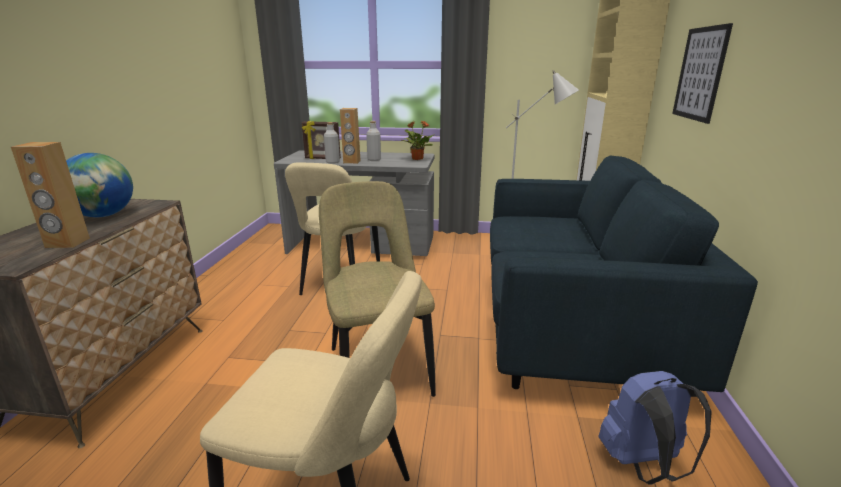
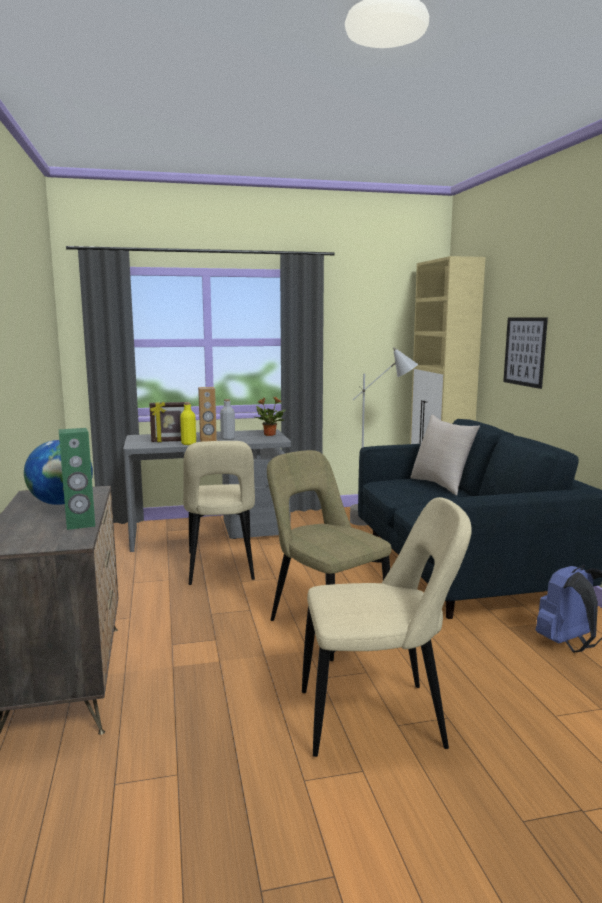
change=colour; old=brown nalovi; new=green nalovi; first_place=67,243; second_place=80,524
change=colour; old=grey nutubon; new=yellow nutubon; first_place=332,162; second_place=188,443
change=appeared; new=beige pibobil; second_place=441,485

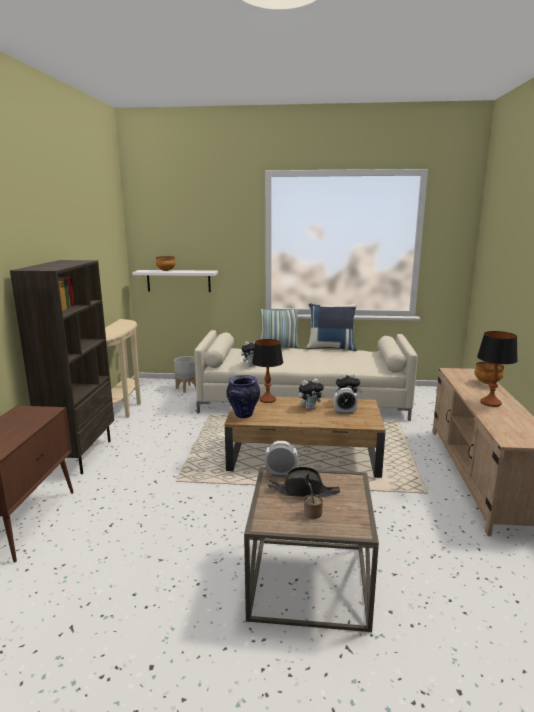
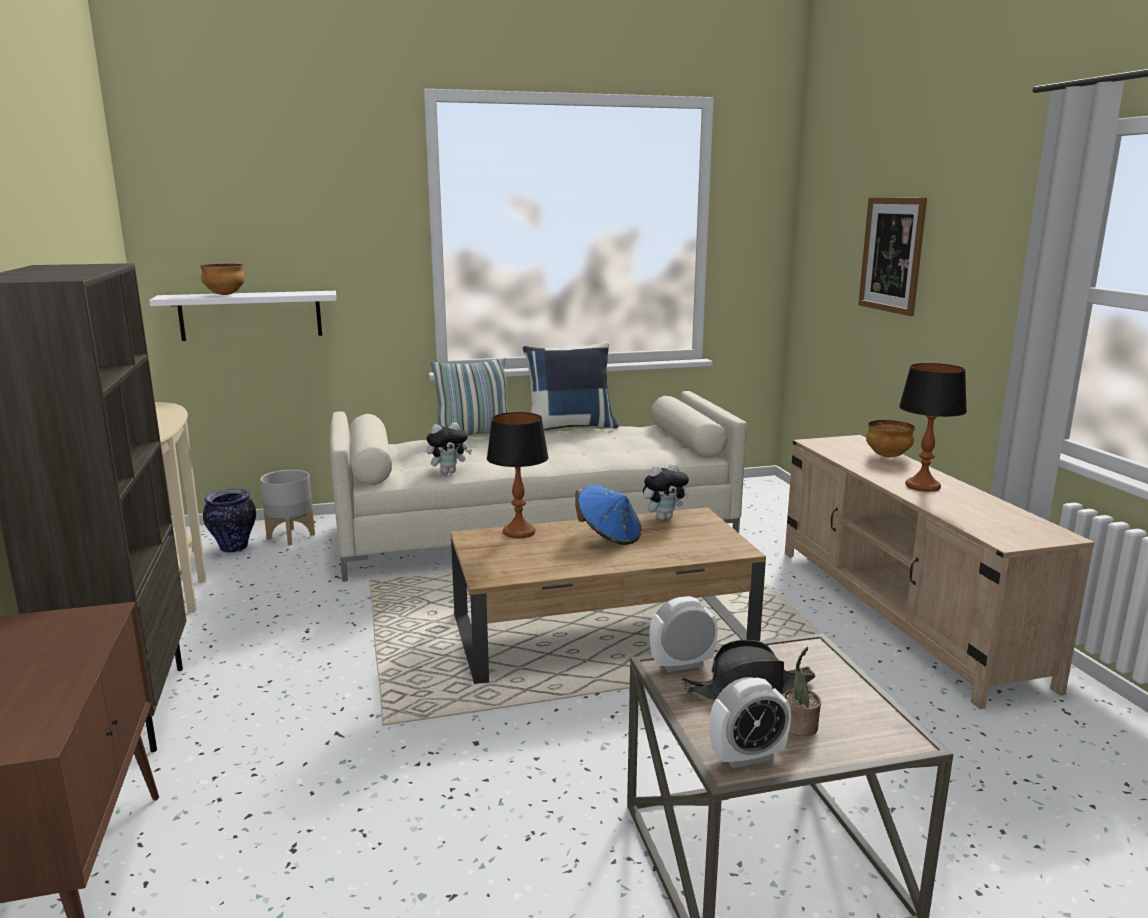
change=relocated; old=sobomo; first_place=243,415; second_place=234,548
change=exchanged; old=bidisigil; new=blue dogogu; first_place=310,408; second_place=609,536
change=relocated; old=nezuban; first_place=345,412; second_place=747,757
change=appeared; new=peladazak; second_place=892,255

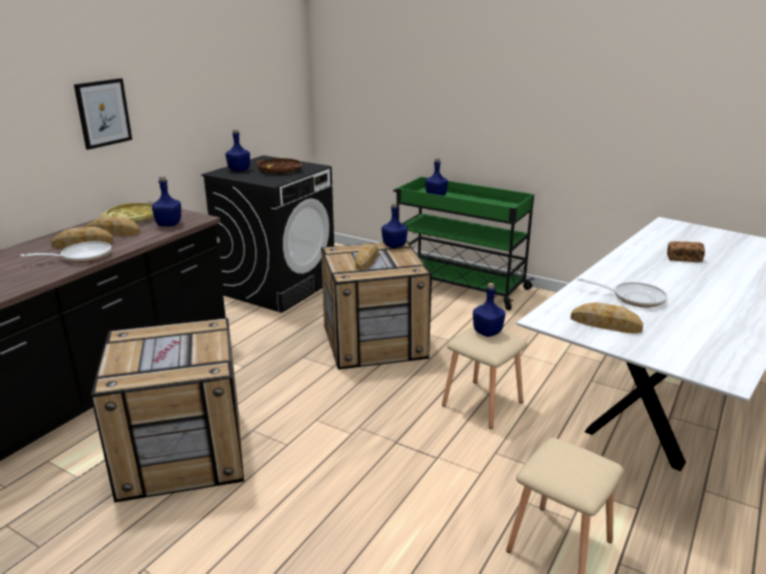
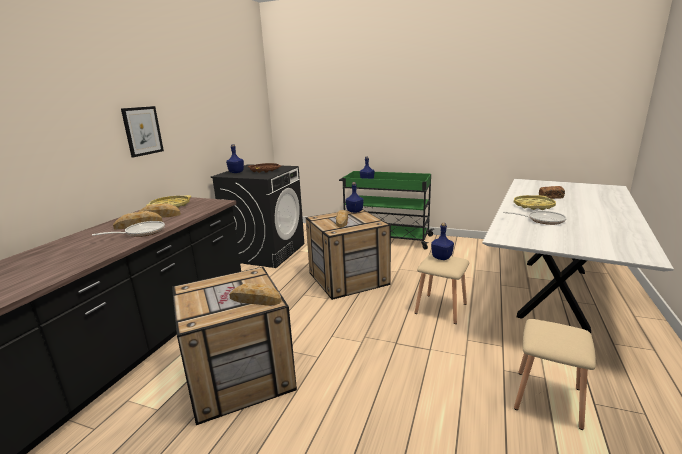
change=relocated; old=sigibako; first_place=605,324; second_place=255,299
change=appeared; new=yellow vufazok; second_place=533,206
change=missing; old=blue nutubon; first_place=169,224

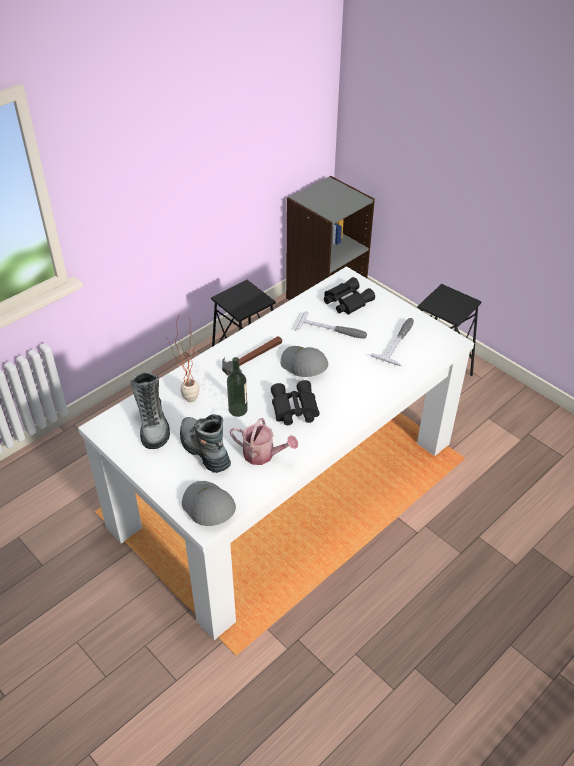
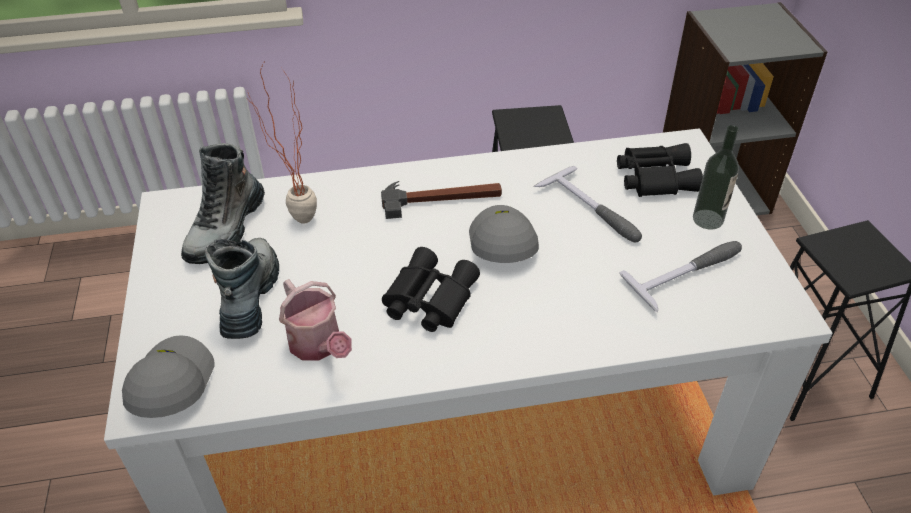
change=relocated; old=nutubon; first_place=238,410; second_place=708,219

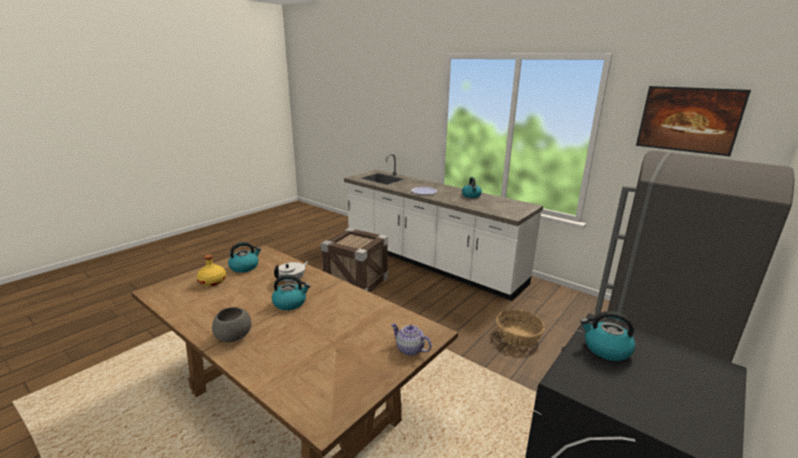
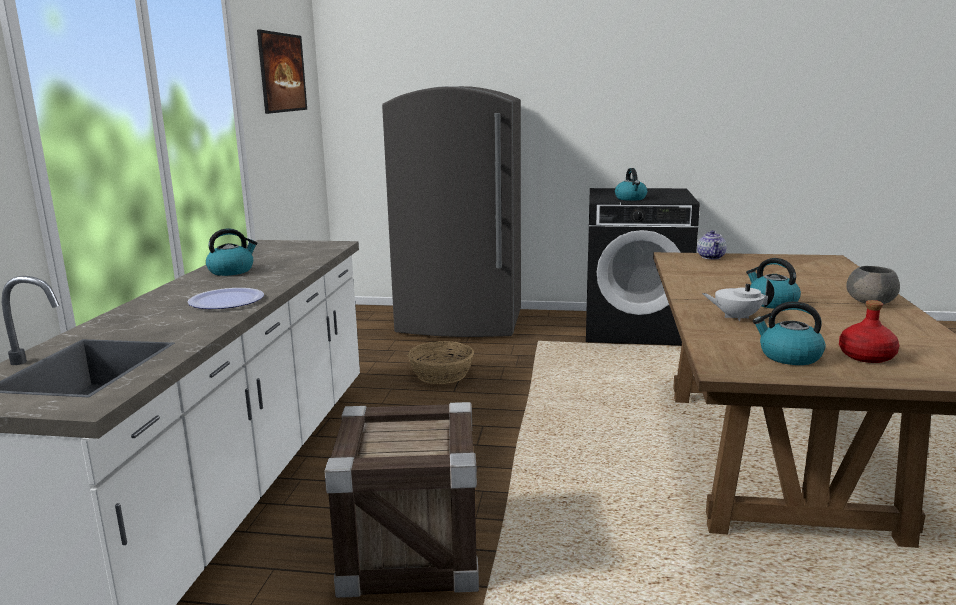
change=colour; old=yellow nutubon; new=red nutubon; first_place=213,281; second_place=865,356

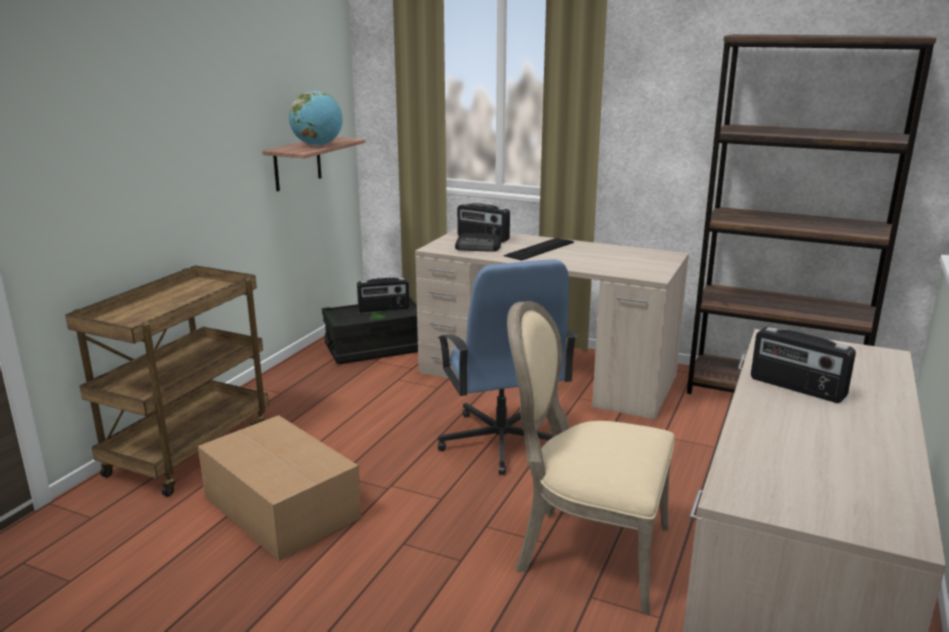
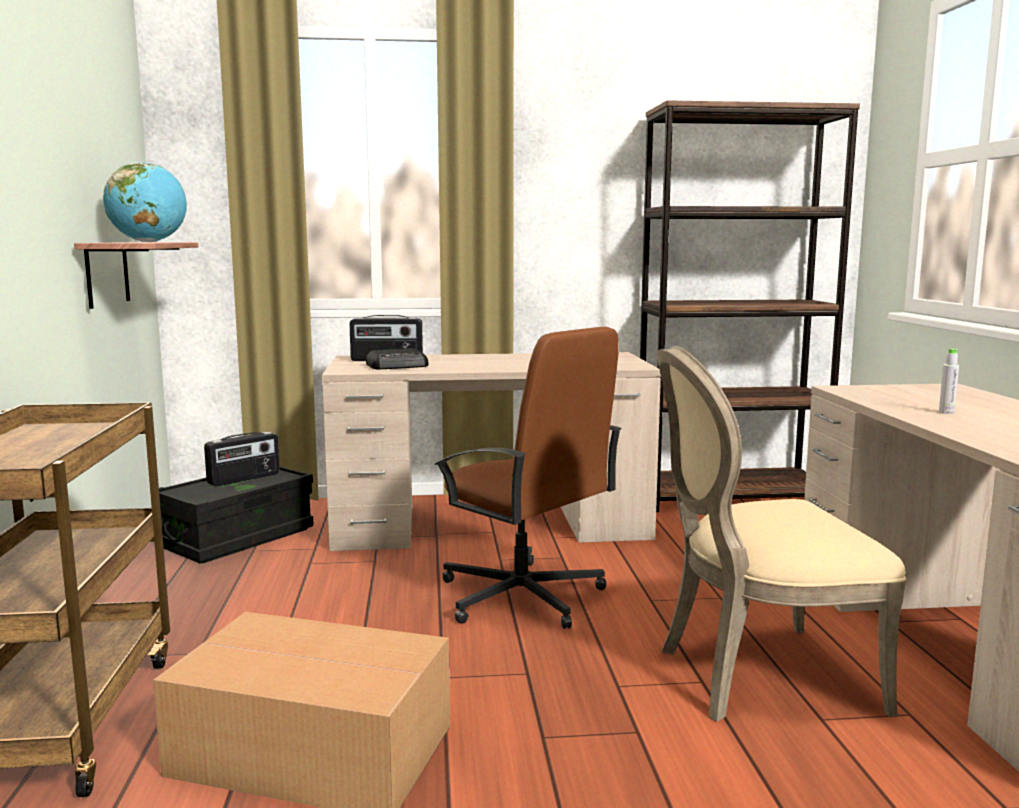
change=colour; old=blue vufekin; new=brown vufekin; first_place=500,442; second_place=522,597
change=exchanged; old=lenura; new=grey nutubon; first_place=796,388; second_place=946,412
change=missing; old=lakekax; first_place=539,249

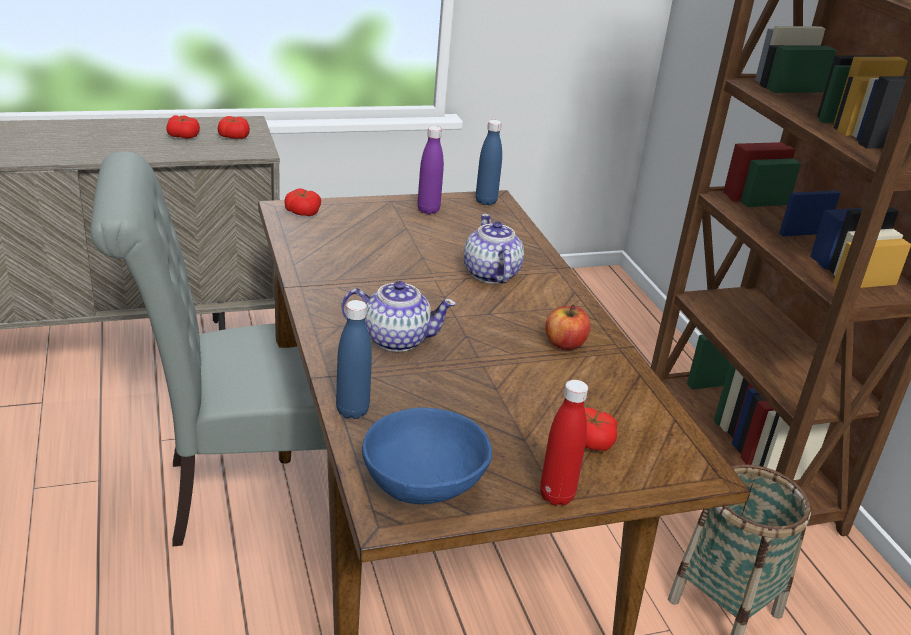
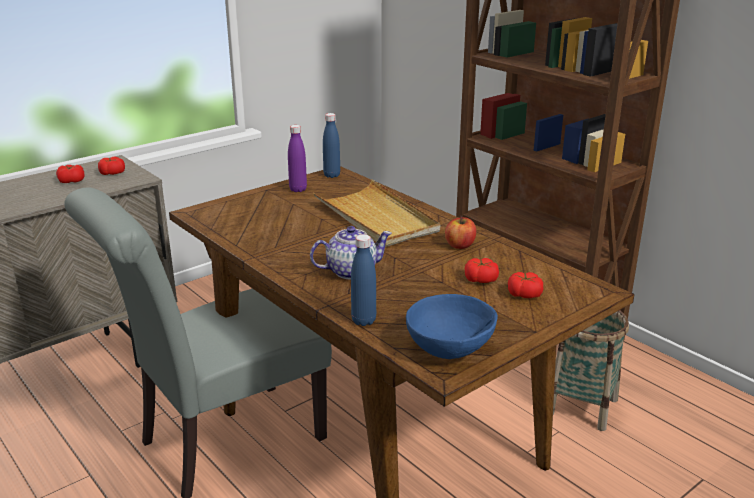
change=exchanged; old=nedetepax; new=beige vufazok; first_place=490,274; second_place=376,218
change=relocated; old=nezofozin; first_place=302,212; second_place=481,279
change=missing; old=red nutubon; first_place=556,496

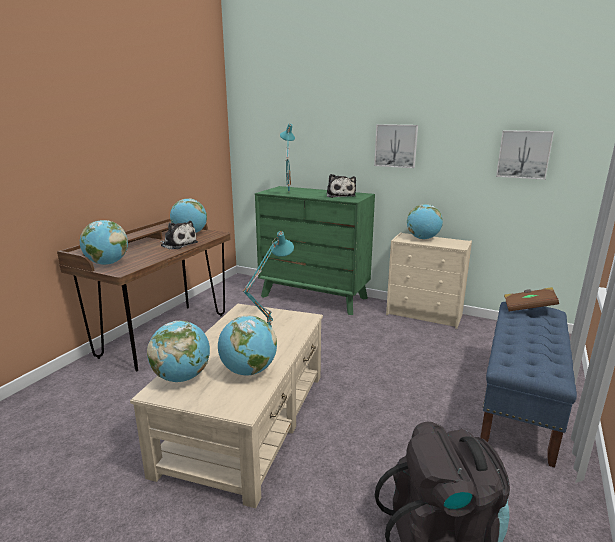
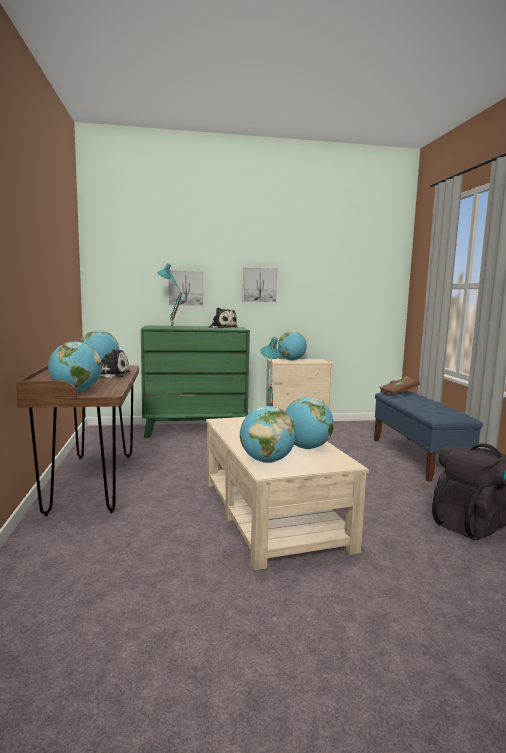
change=relocated; old=peladazak; first_place=524,154; second_place=186,288

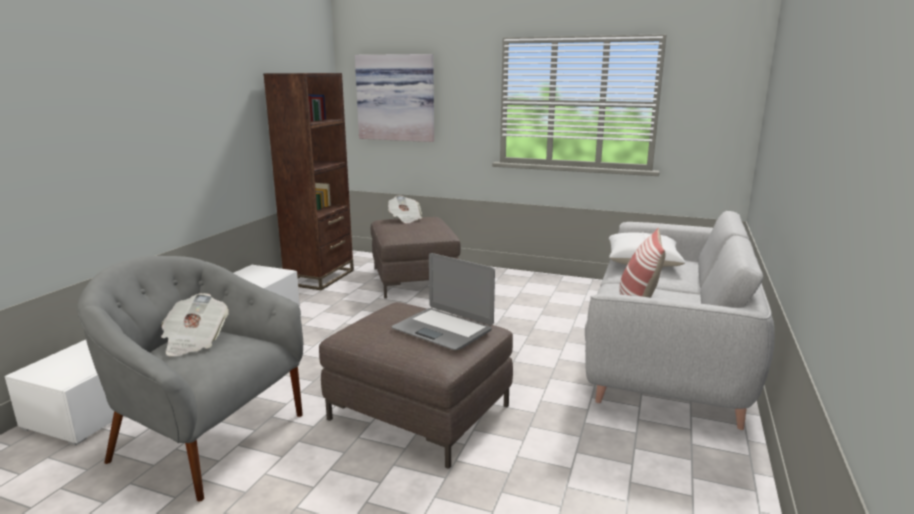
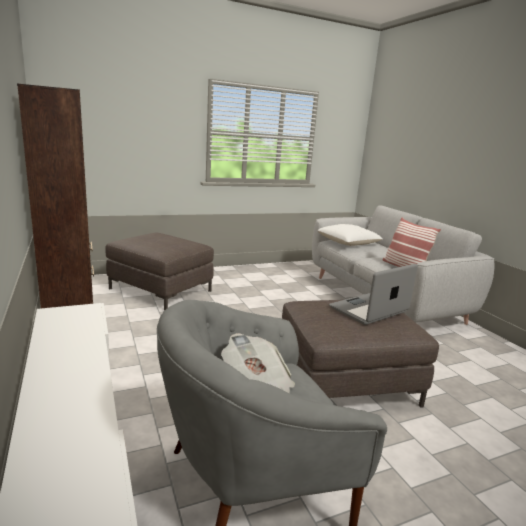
change=spun; old=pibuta; first_place=443,329; second_place=369,310; degrees=150
change=missing; old=peladazak; first_place=396,98
change=missing; old=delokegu; first_place=405,219

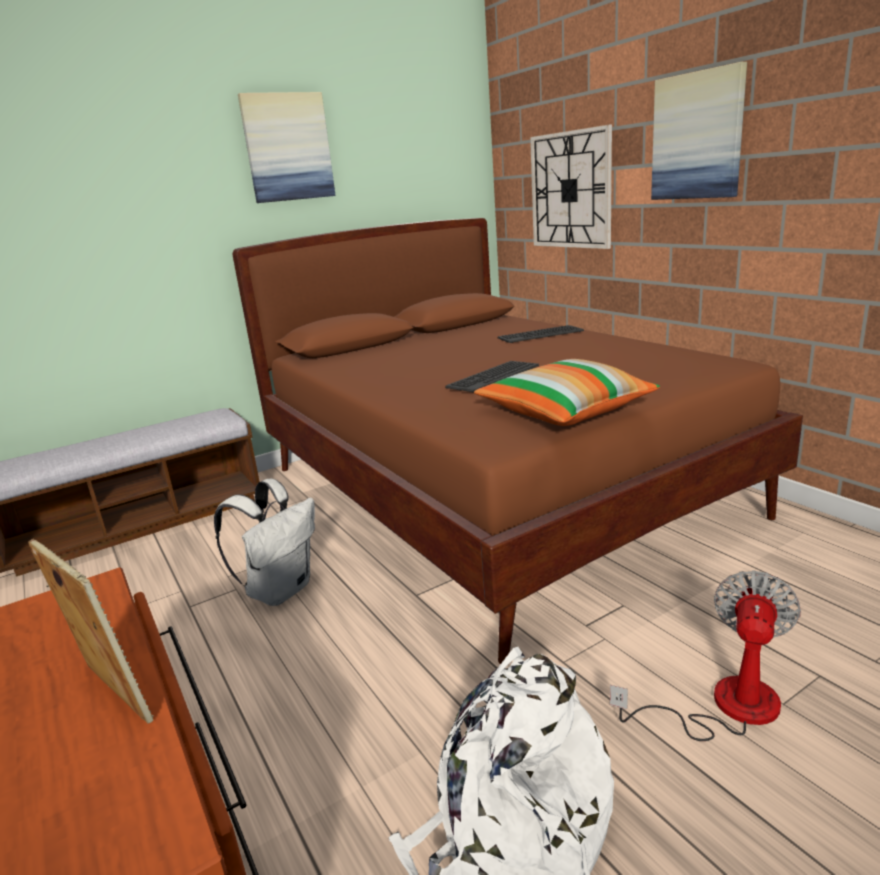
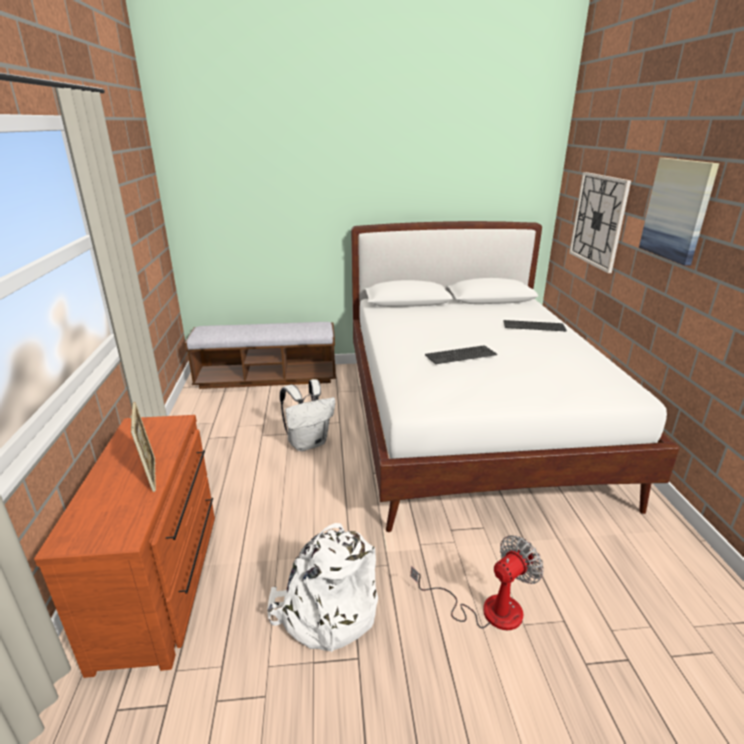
change=colour; old=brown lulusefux; new=white lulusefux; first_place=494,490; second_place=470,423
change=missing; old=peladazak; first_place=287,148
change=missing; old=pibobil; first_place=565,412

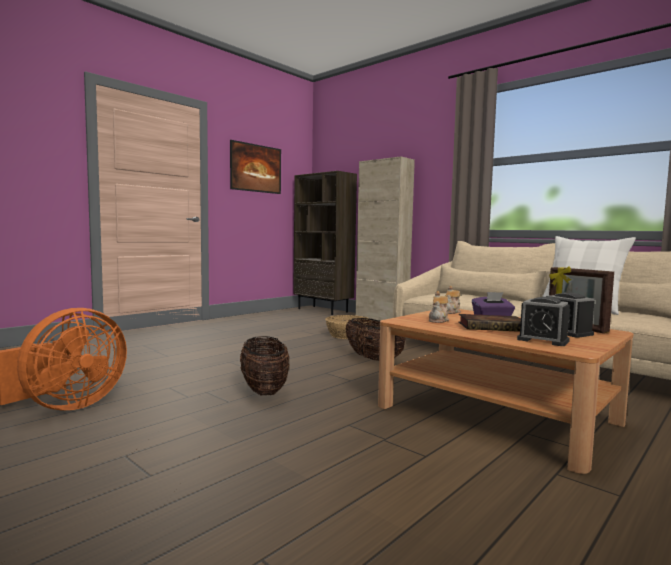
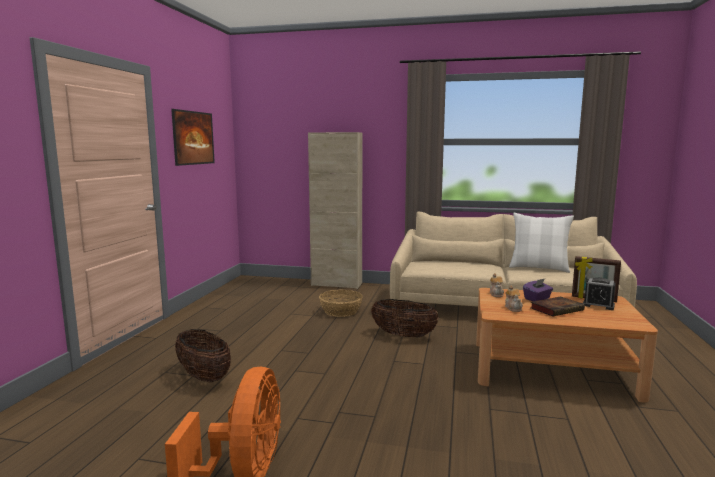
change=relocated; old=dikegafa; first_place=264,390; second_place=204,376
change=missing; old=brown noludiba; first_place=323,310
change=missing; old=nezuban; first_place=543,340

